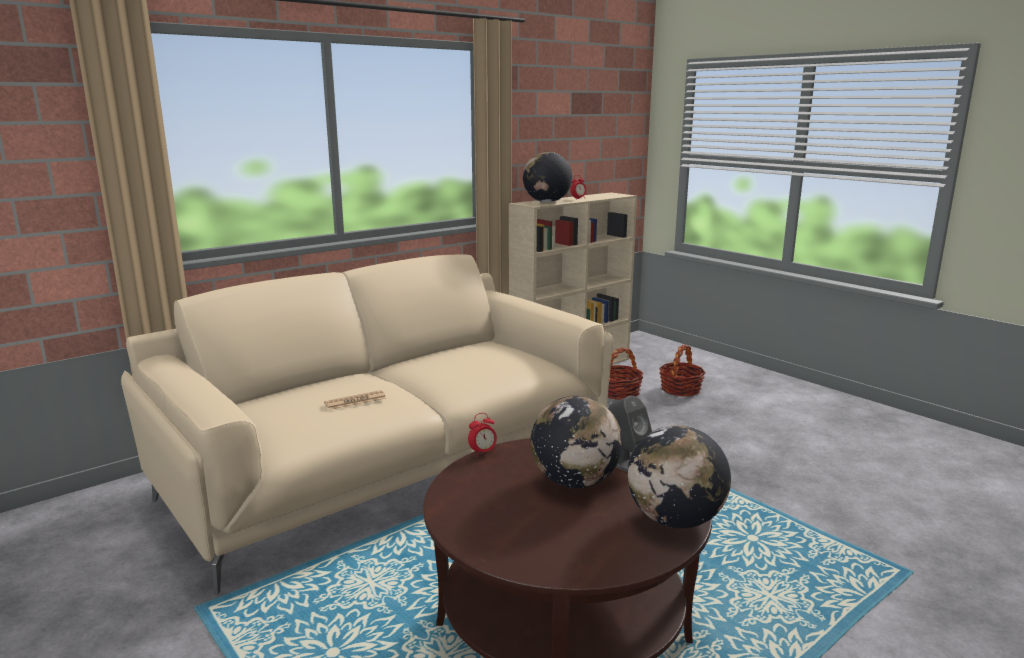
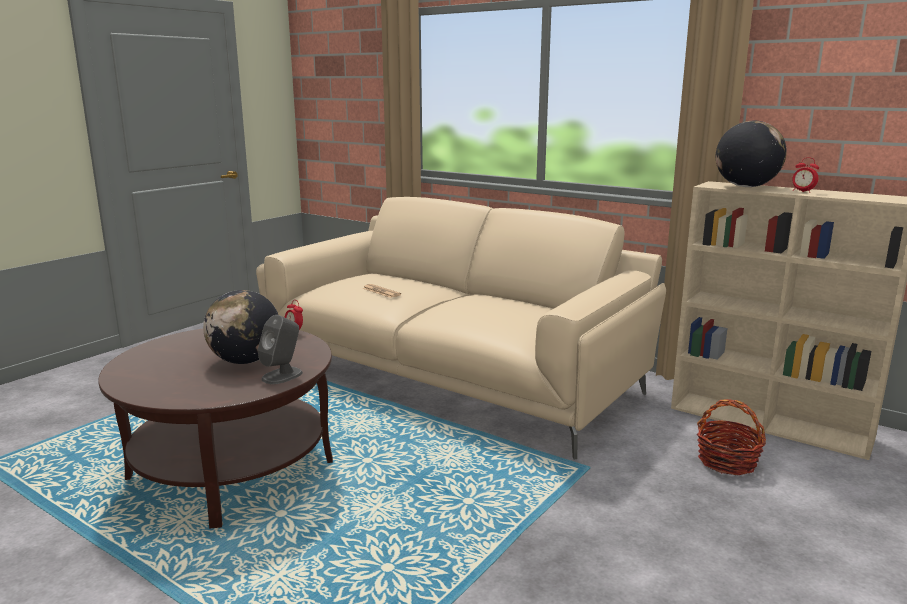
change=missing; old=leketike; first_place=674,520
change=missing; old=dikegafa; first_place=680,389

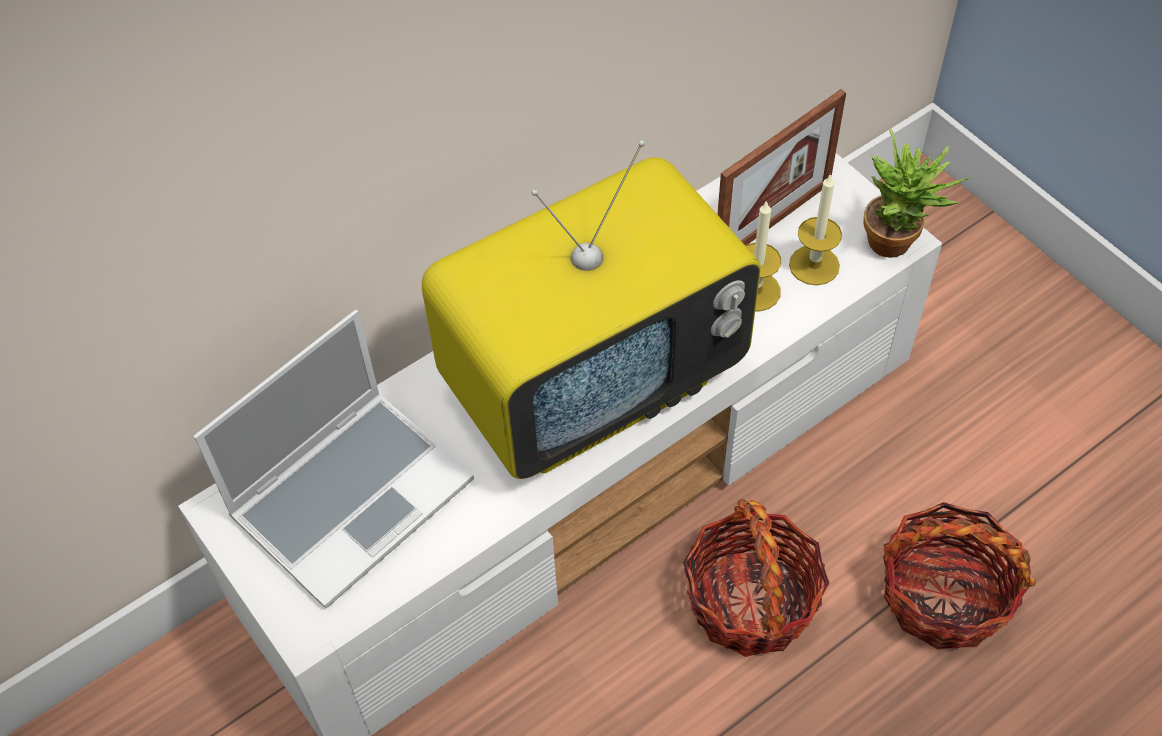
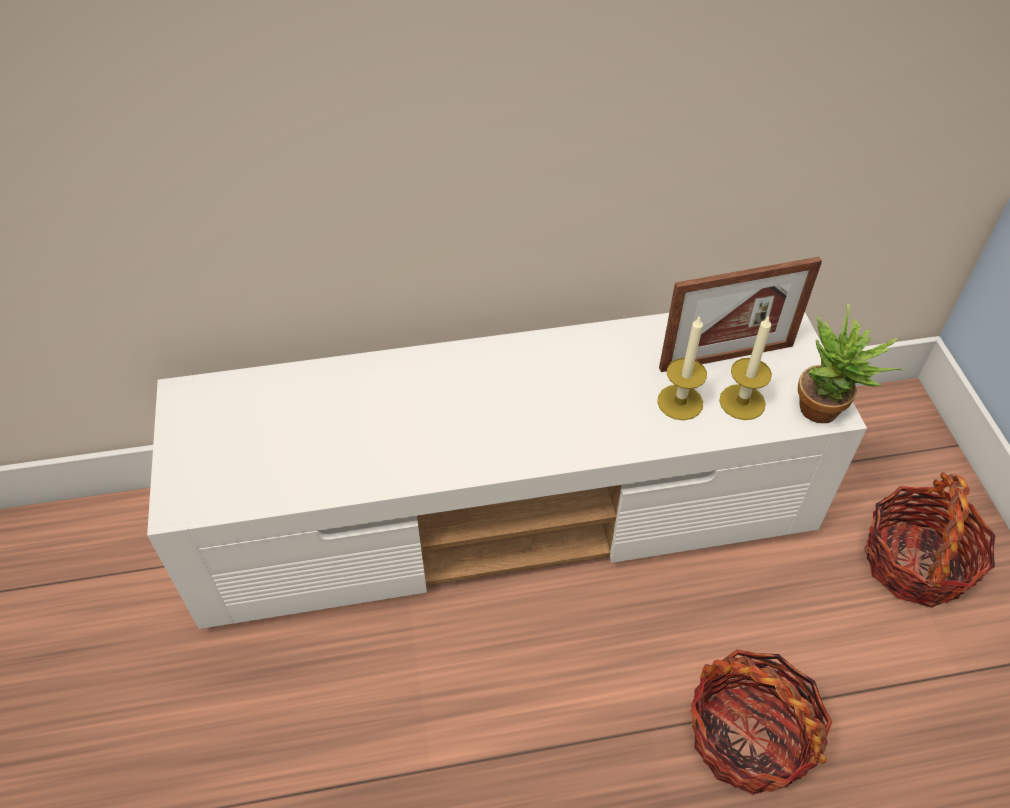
change=relocated; old=dikegafa; first_place=751,601; second_place=915,563
change=missing; old=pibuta; first_place=352,495
change=missing; old=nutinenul; first_place=593,382

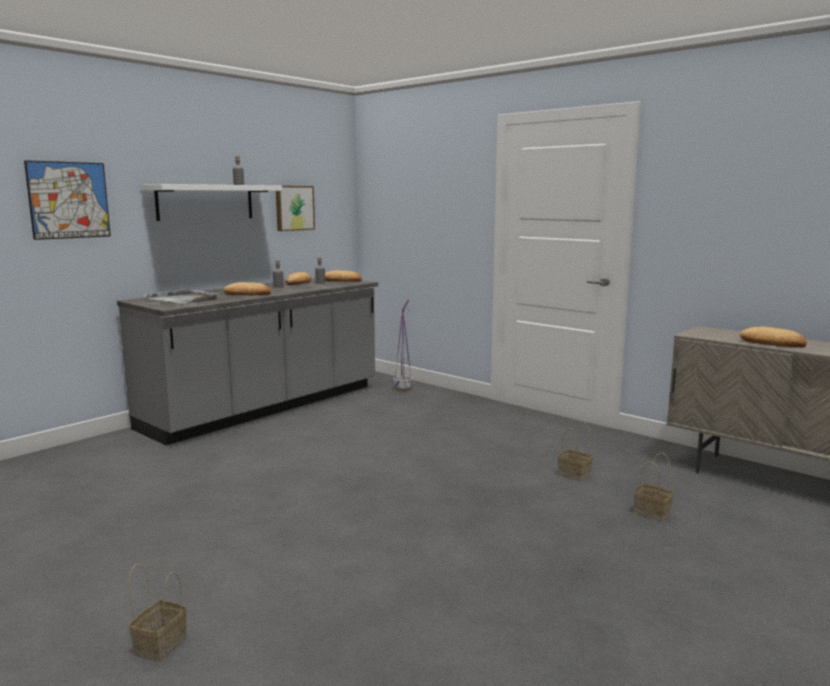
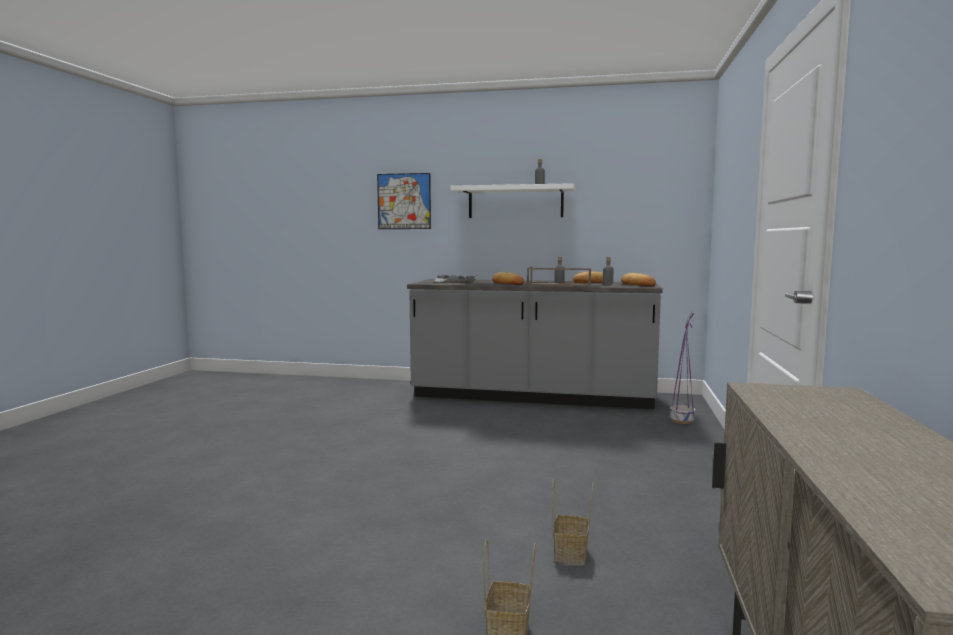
change=appeared; new=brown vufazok; second_place=558,284
change=missing; old=dikegafa; first_place=161,643
change=missing; old=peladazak; first_place=294,208
change=missing; old=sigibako; first_place=772,343

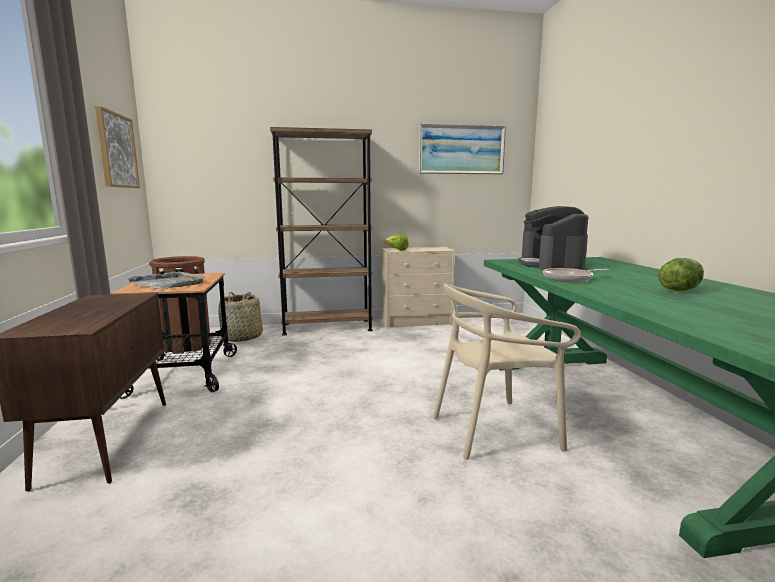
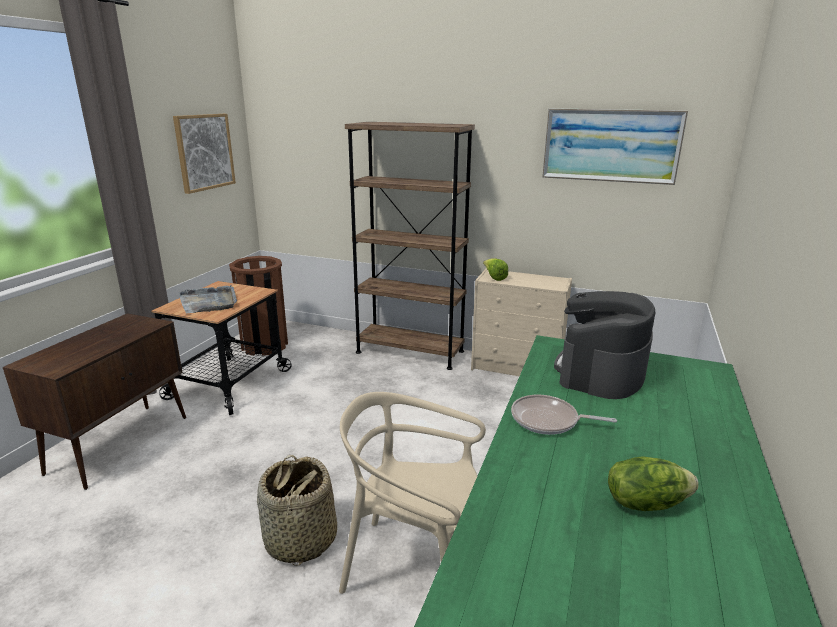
change=relocated; old=dikegafa; first_place=242,337; second_place=300,540

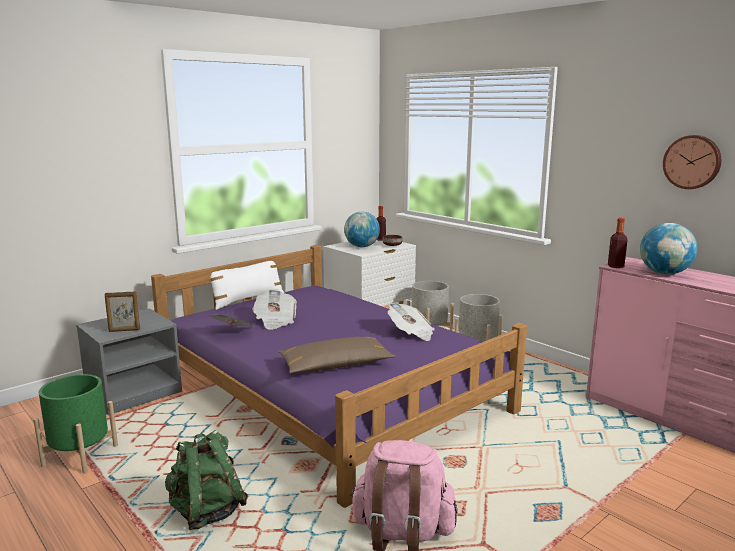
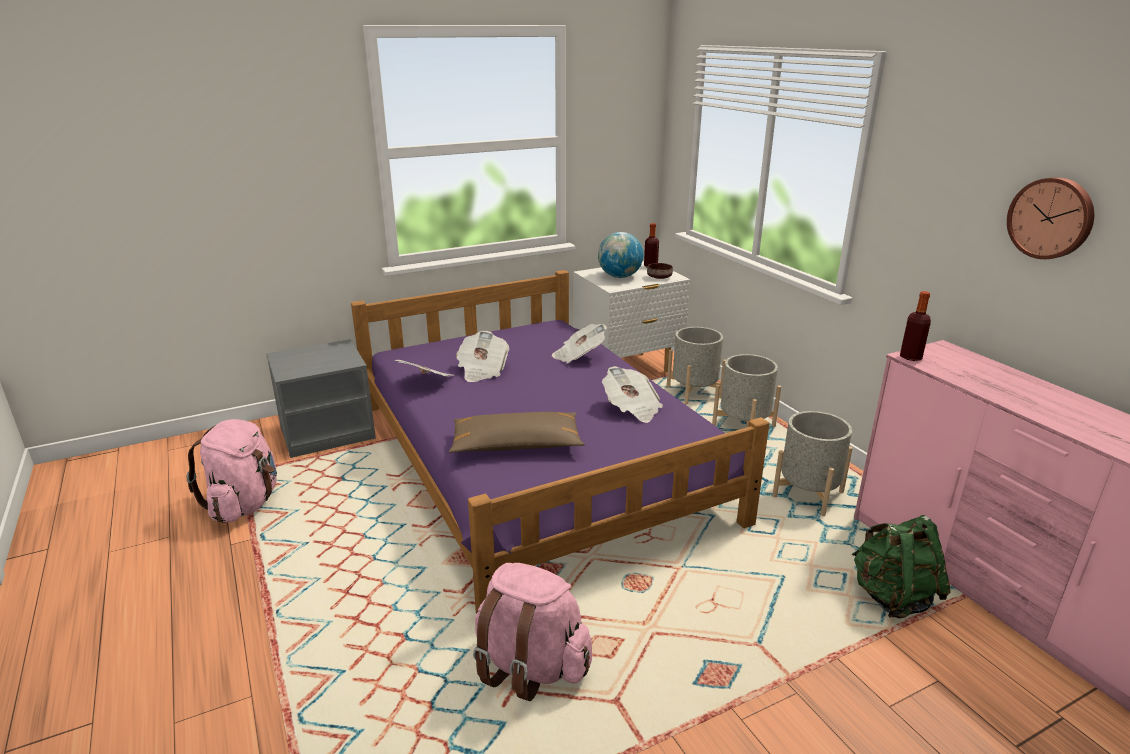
change=exchanged; old=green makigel; new=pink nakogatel; first_place=80,455; second_place=245,504
change=appeared; new=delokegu; second_place=578,356
change=appeared; new=grey makigel; second_place=808,495
change=relocated; old=green nakogatel; first_place=206,512; second_place=892,597
change=missing; old=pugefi; first_place=124,330
change=missing; old=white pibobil; first_place=247,299
change=missing; old=leketike; first_place=664,273

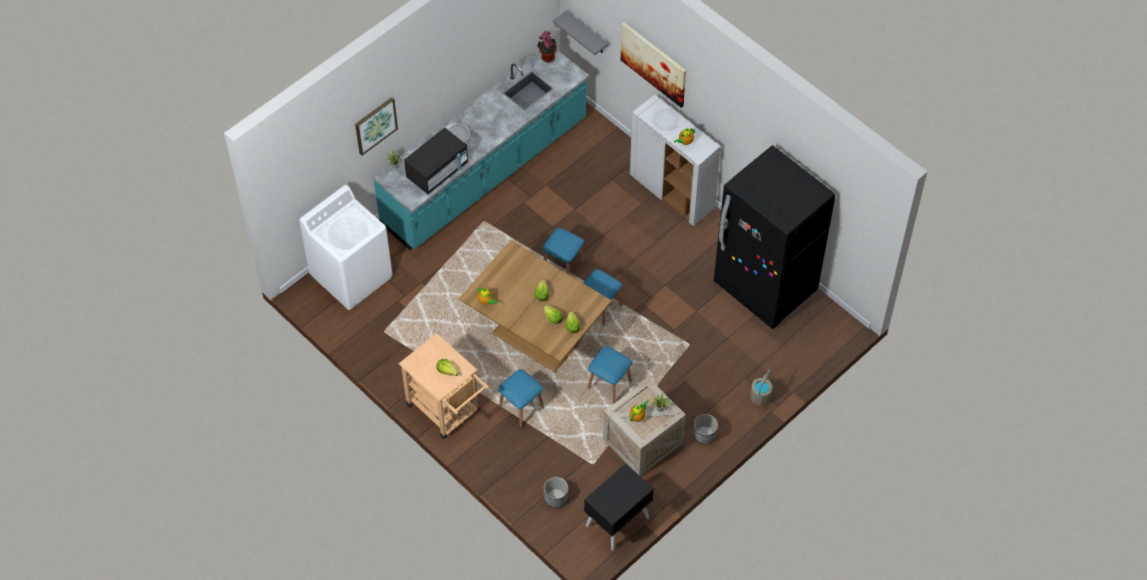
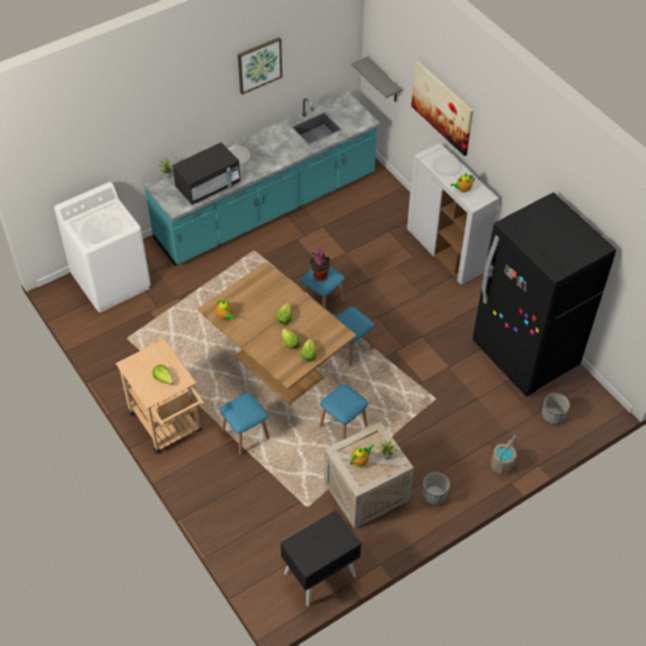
change=relocated; old=peladazak; first_place=375,125; second_place=259,65
change=relocated; old=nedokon; first_place=547,56; second_place=319,275
change=relocated; old=makigel; first_place=556,497; second_place=553,415

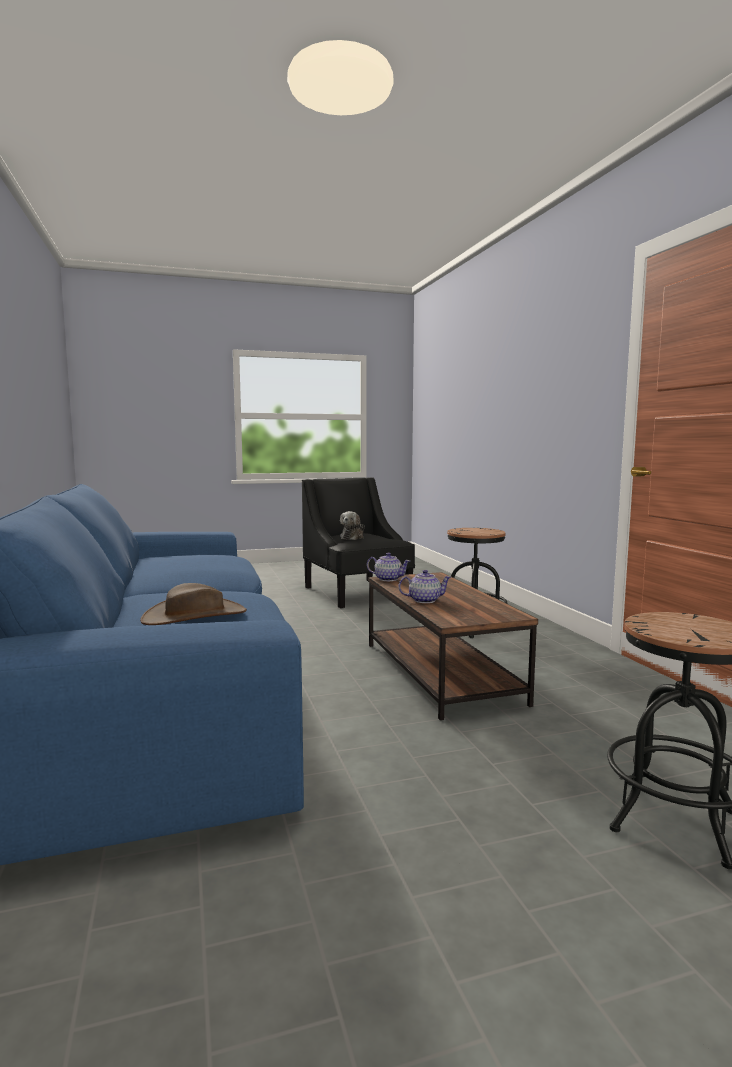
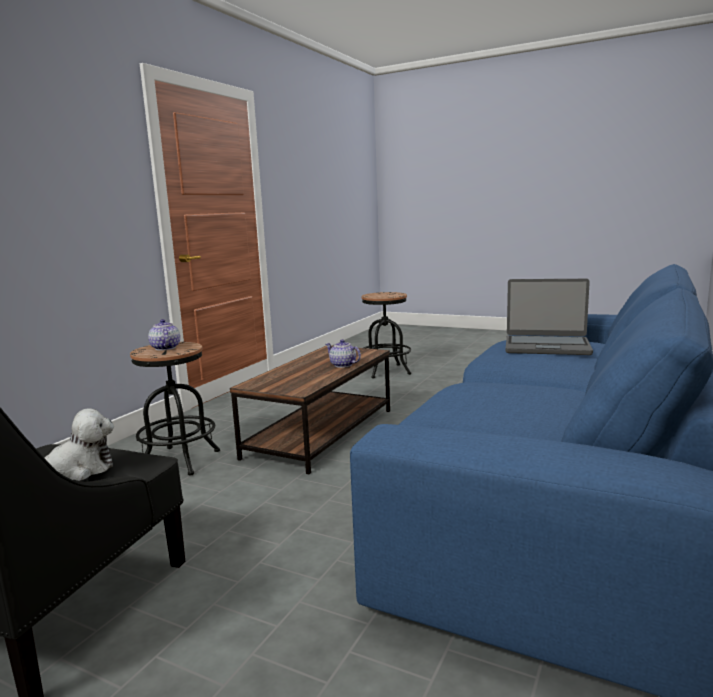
change=relocated; old=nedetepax; first_place=388,579; second_place=165,348
change=exchanged; old=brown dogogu; new=pibuta; first_place=195,616; second_place=546,346

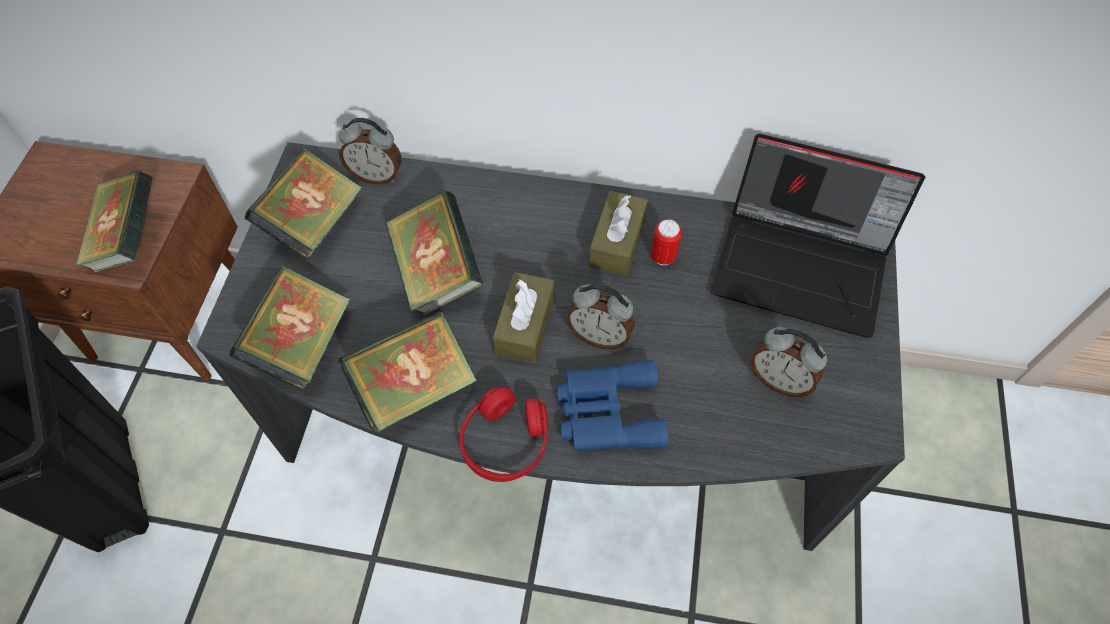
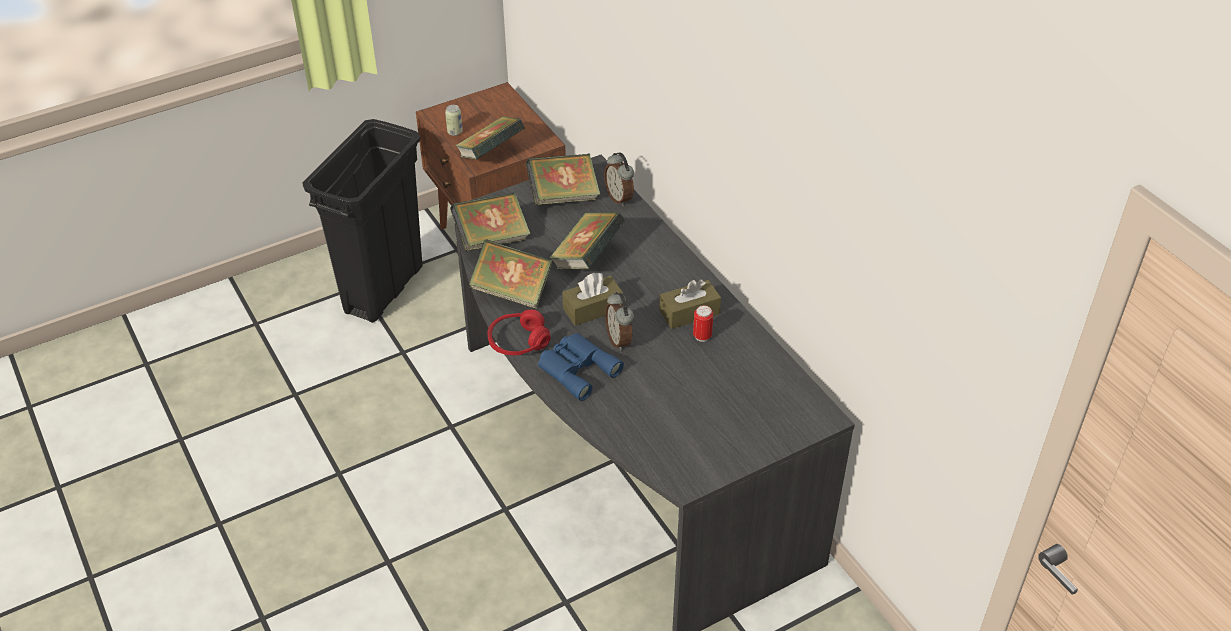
change=appeared; new=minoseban; second_place=455,132
change=missing; old=pibuta; first_place=803,266
change=missing; old=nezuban; first_place=779,380

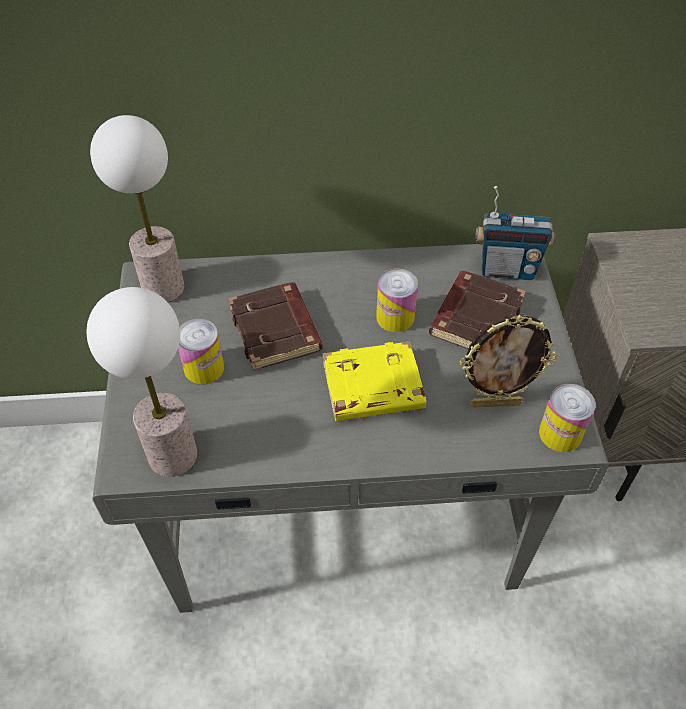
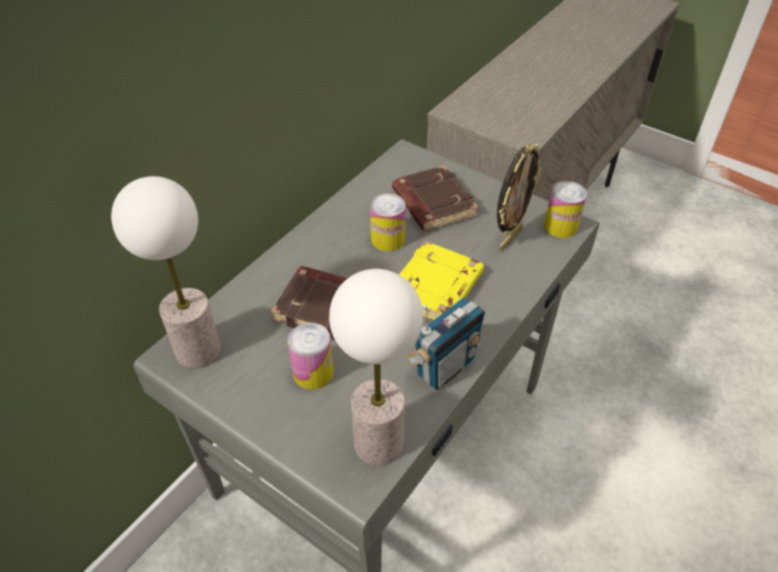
change=relocated; old=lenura; first_place=507,270; second_place=444,367

